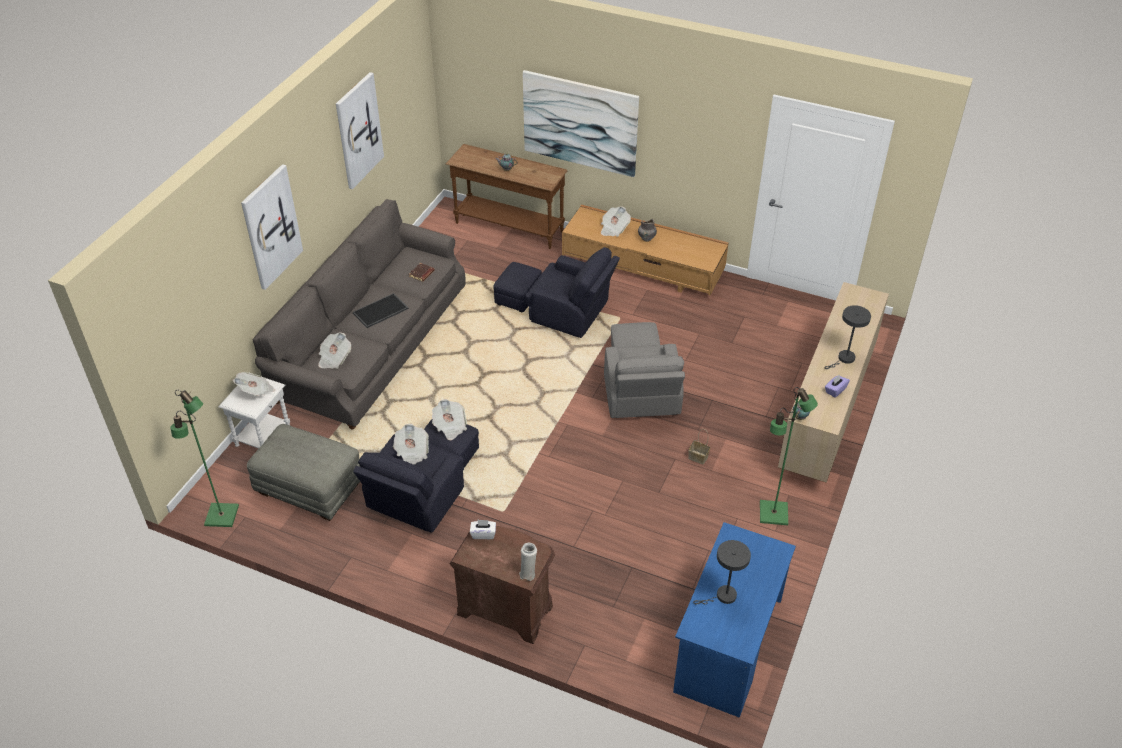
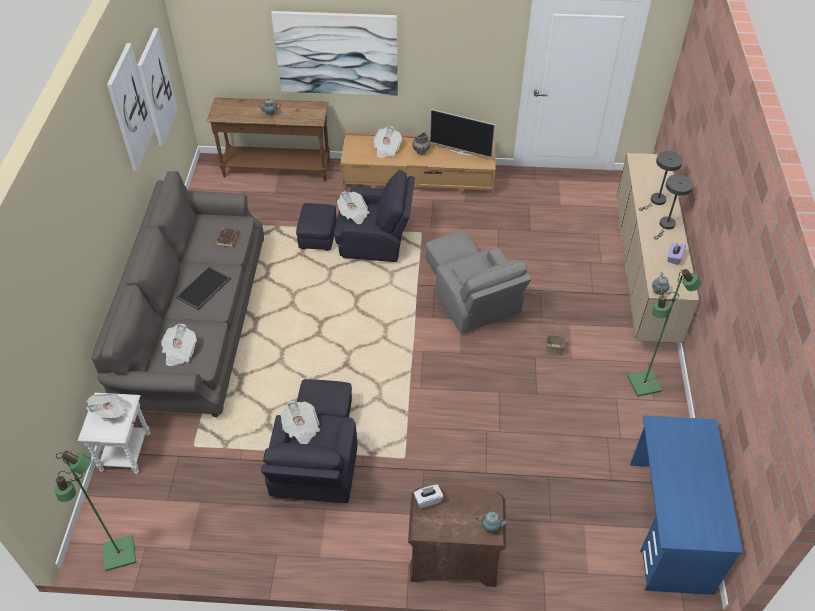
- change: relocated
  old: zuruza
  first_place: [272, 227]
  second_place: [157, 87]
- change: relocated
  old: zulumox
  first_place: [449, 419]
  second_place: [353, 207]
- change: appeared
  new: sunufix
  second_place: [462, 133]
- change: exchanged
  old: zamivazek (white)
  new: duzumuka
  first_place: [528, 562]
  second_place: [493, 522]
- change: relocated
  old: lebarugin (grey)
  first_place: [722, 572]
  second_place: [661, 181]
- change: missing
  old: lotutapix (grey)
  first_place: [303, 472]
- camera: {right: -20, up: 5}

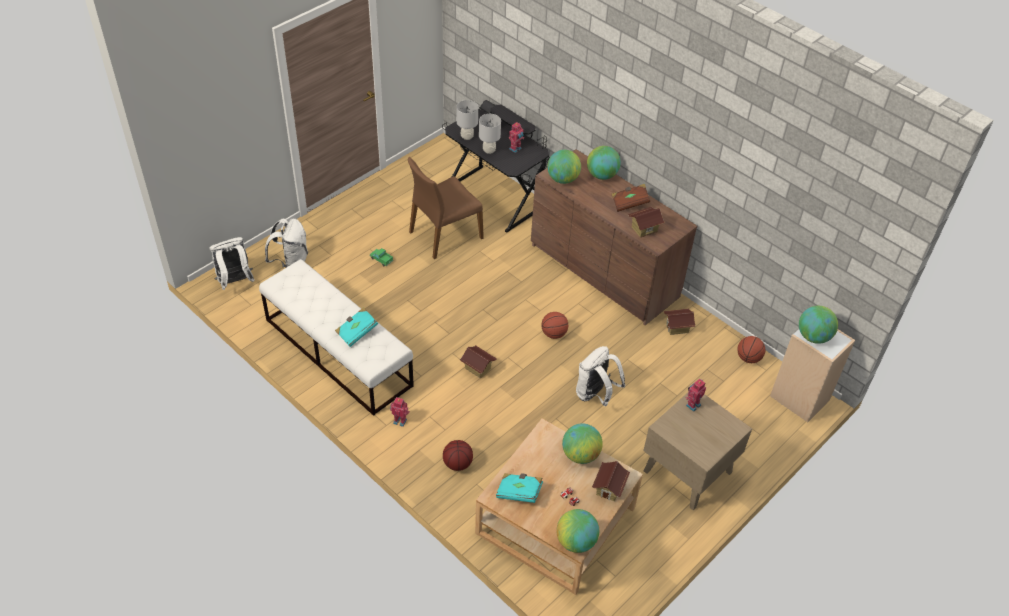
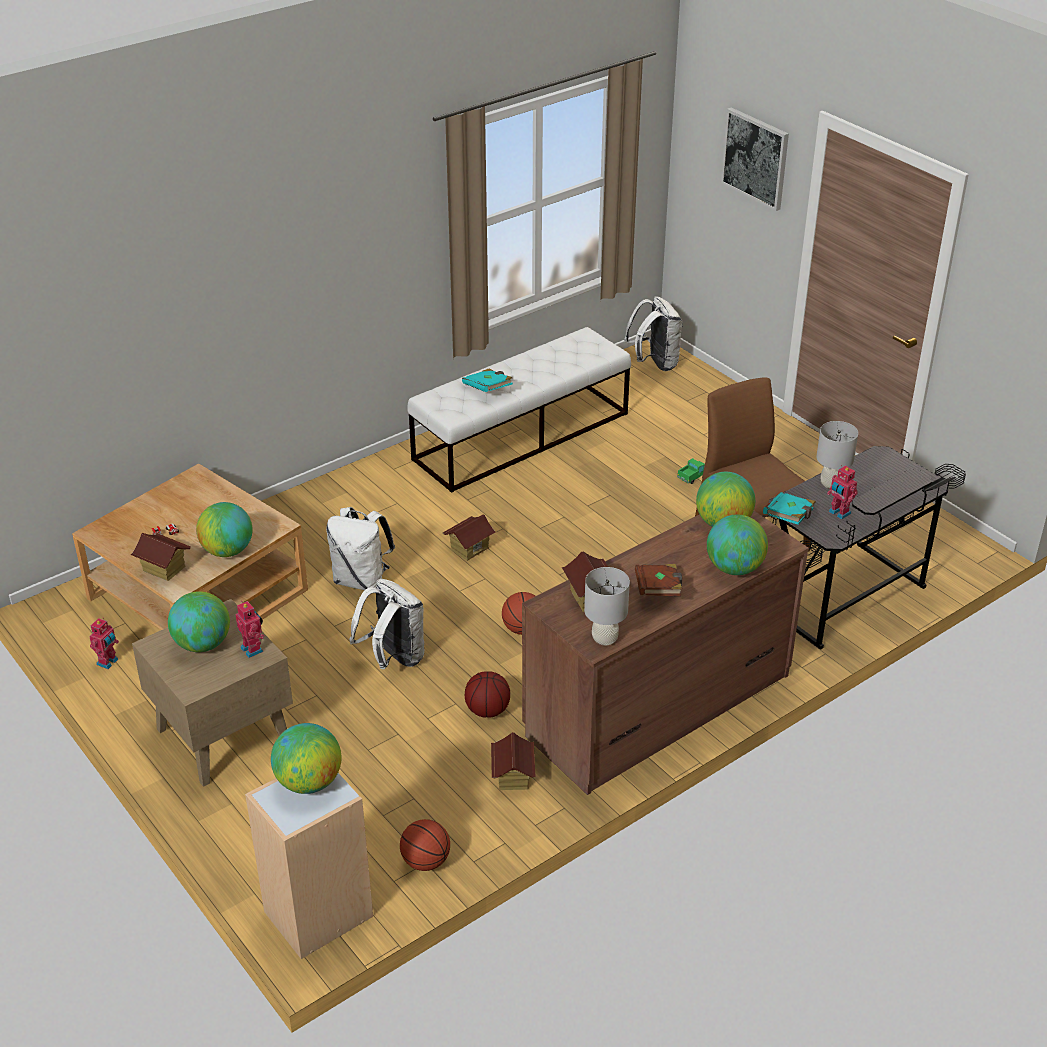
- change: relocated
  old: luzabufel
  first_place: [399, 412]
  second_place: [104, 643]
- change: relocated
  old: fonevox
  first_place: [577, 531]
  second_place: [199, 621]
- change: relocated
  old: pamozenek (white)
  first_place: [286, 243]
  second_place: [360, 548]
- change: relocated
  old: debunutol
  first_place: [458, 455]
  second_place: [487, 694]
- change: relocated
  old: lebarugin (grey)
  first_place: [467, 120]
  second_place: [607, 606]
- change: appeared
  new: zuruza
  second_place: [755, 159]
- change: relocated
  old: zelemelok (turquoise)
  first_place: [519, 488]
  second_place: [789, 508]
- camera: {right: 100, up: -10}

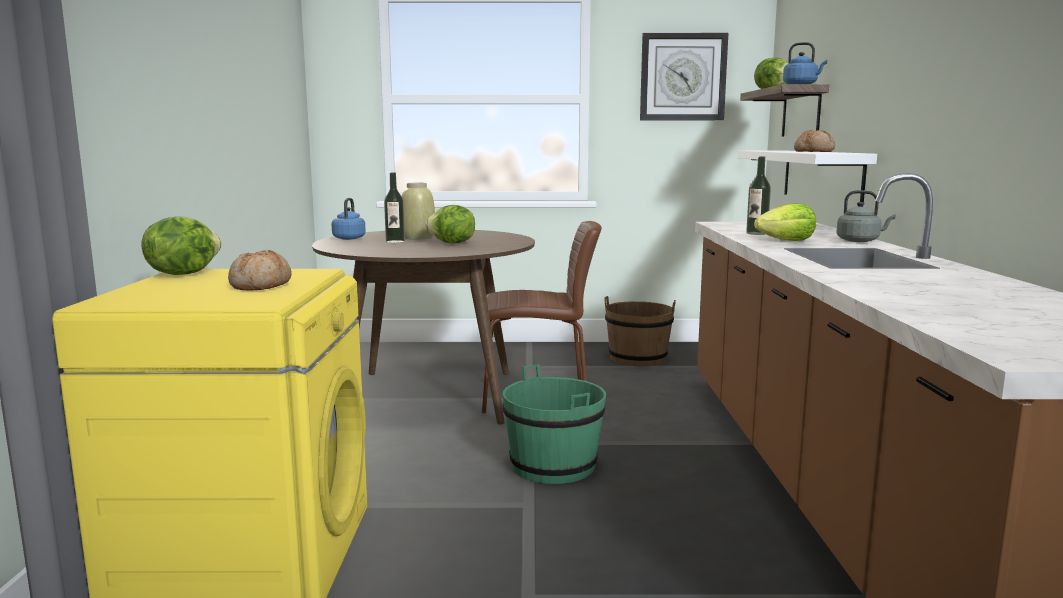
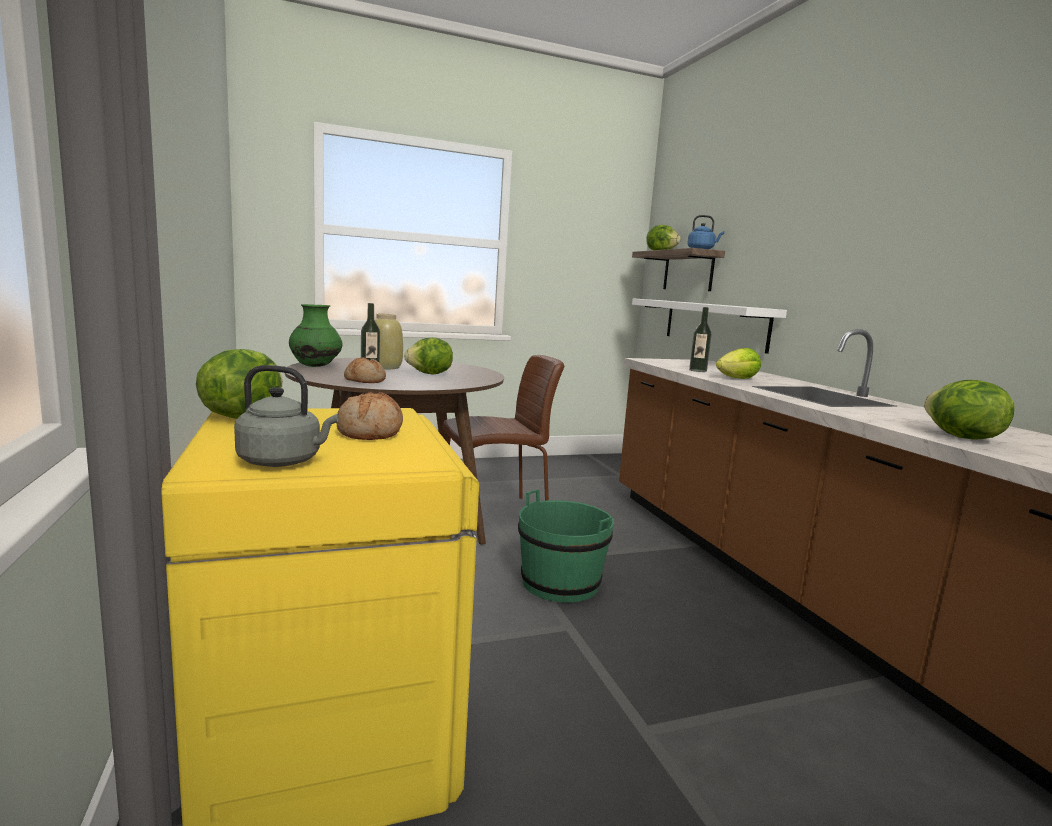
- change: relocated
  old: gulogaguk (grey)
  first_place: [866, 216]
  second_place: [286, 416]
- change: exchanged
  old: gulogaguk (blue)
  new: zamivazek (green)
  first_place: [349, 219]
  second_place: [315, 335]
- change: relocated
  old: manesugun
  first_place: [814, 141]
  second_place: [365, 370]
- change: appeared
  new: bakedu
  second_place: [969, 410]
- change: missing
  old: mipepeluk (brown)
  first_place: [640, 331]
- change: missing
  old: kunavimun
  first_place: [684, 77]
- camera: {right: -20, up: 0}

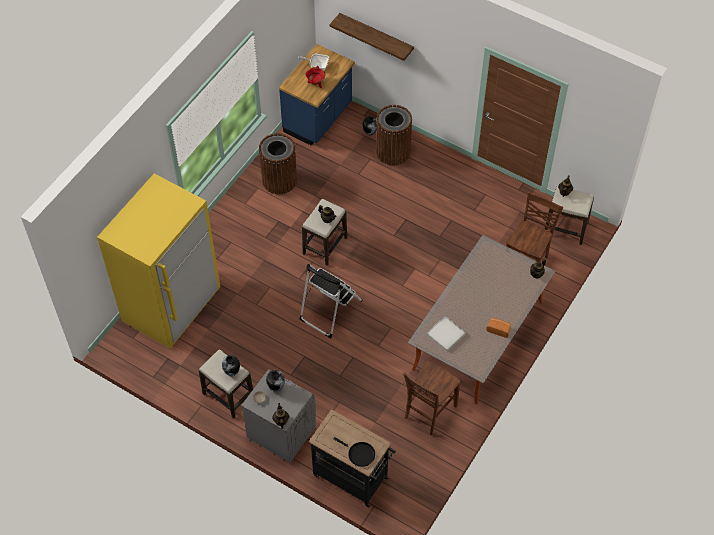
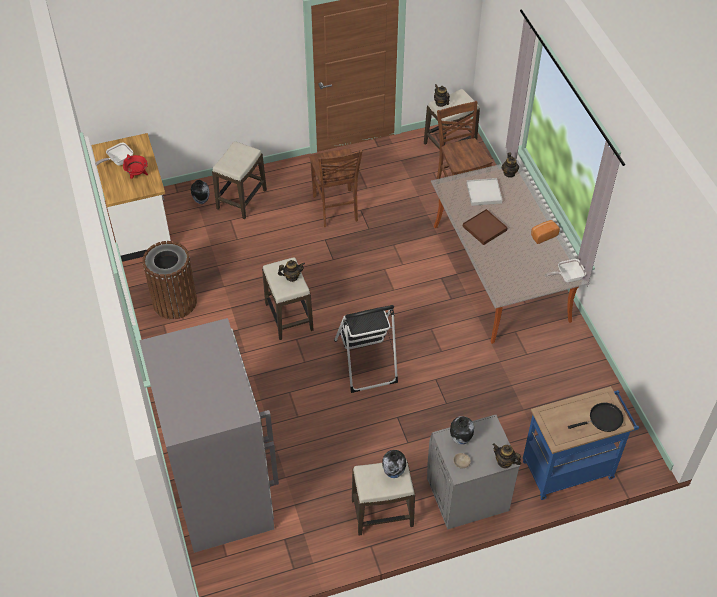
- change: colour
  old: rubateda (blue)
  new: rubateda (white)
  first_place: [317, 95]
  second_place: [131, 197]
- change: colour
  old: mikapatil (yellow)
  new: mikapatil (grey)
  first_place: [158, 261]
  second_place: [209, 435]
- change: exchanged
  old: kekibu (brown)
  new: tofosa
  first_place: [394, 135]
  second_place: [239, 180]
- change: relocated
  old: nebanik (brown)
  first_place: [432, 398]
  second_place: [335, 188]
- change: appeared
  new: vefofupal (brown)
  second_place: [485, 227]
- change: relocated
  old: vefofupal (white)
  first_place: [446, 333]
  second_place: [484, 192]
- change: colour
  old: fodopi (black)
  new: fodopi (blue)
  first_place: [352, 458]
  second_place: [581, 443]
- change: appeared
  new: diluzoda
  second_place: [565, 271]
- change: missing
  old: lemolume
  first_place: [372, 37]
- camera: {right: -50, up: -5}

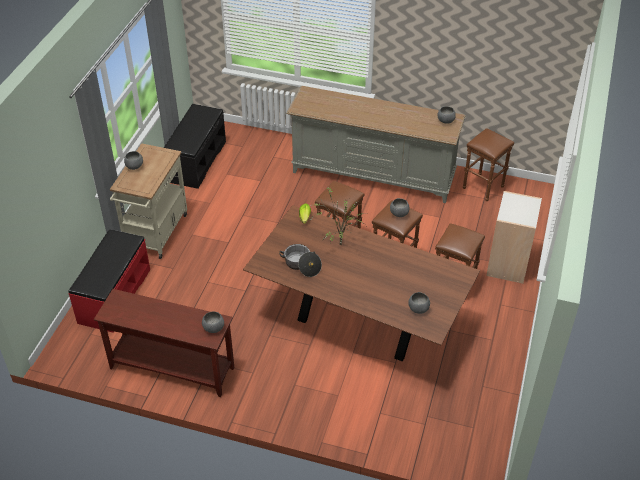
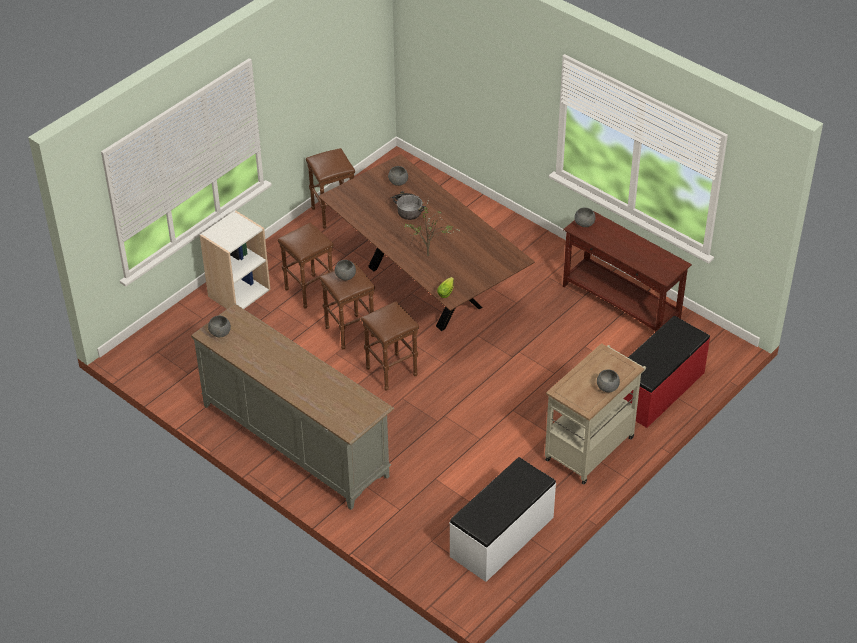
- change: relocated
  old: tofosa (brown)
  first_place: [488, 164]
  second_place: [330, 188]
- change: relocated
  old: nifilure
  first_place: [300, 260]
  second_place: [408, 205]
- change: colour
  old: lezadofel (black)
  new: lezadofel (white)
  first_place: [194, 146]
  second_place: [502, 519]
- camera: {right: -155, up: 0}

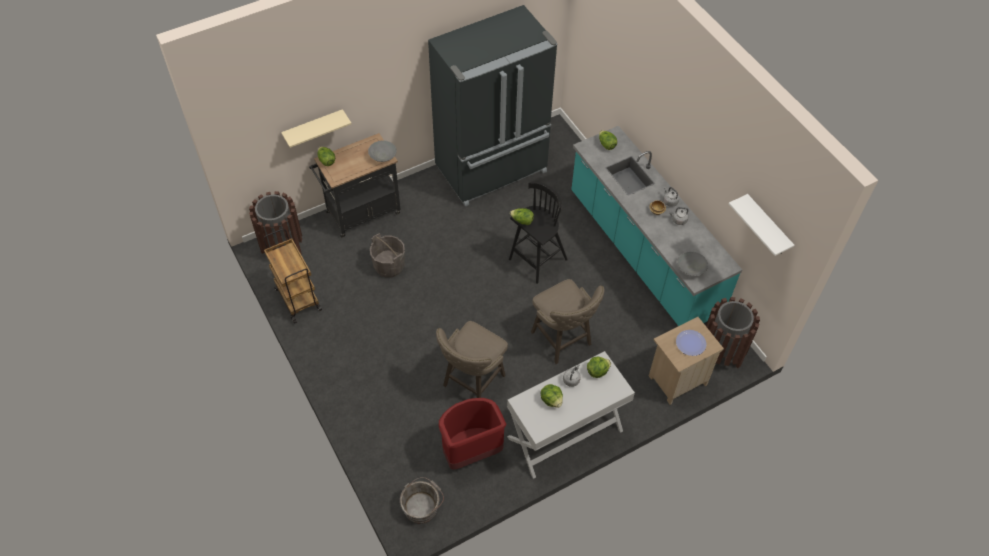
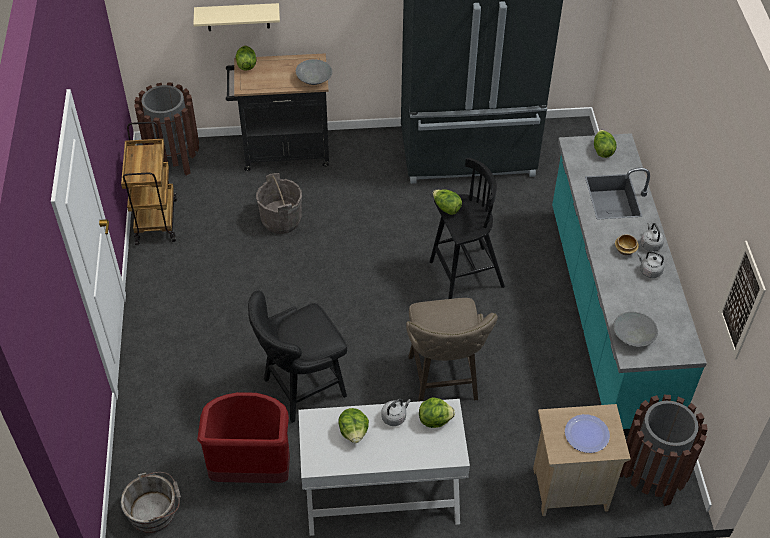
- change: colour
  old: tofosa (beige)
  new: tofosa (black)
  first_place: [472, 359]
  second_place: [297, 356]
- change: exchanged
  old: lemolume (white)
  new: zuruza
  first_place: [761, 225]
  second_place: [742, 300]
- camera: {right: 25, up: -5}

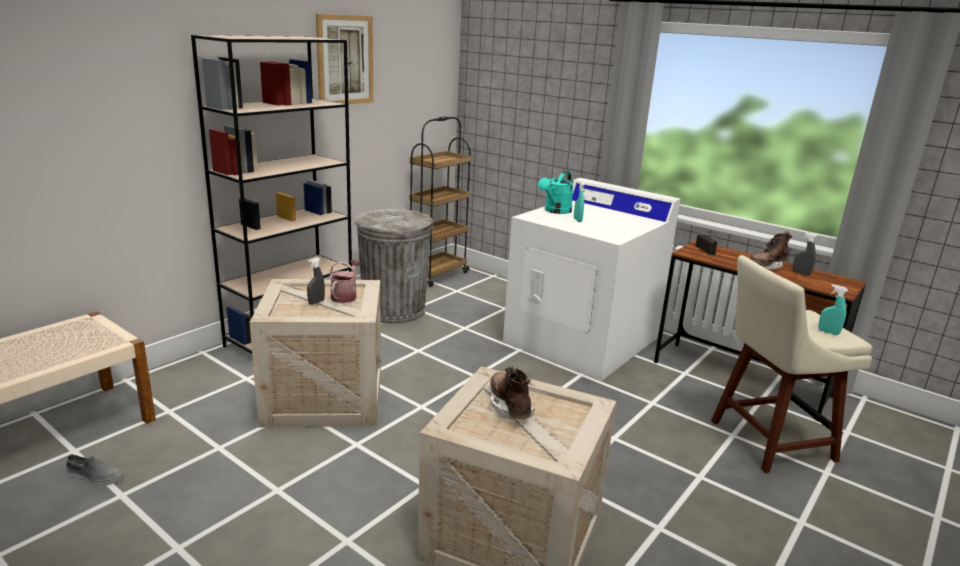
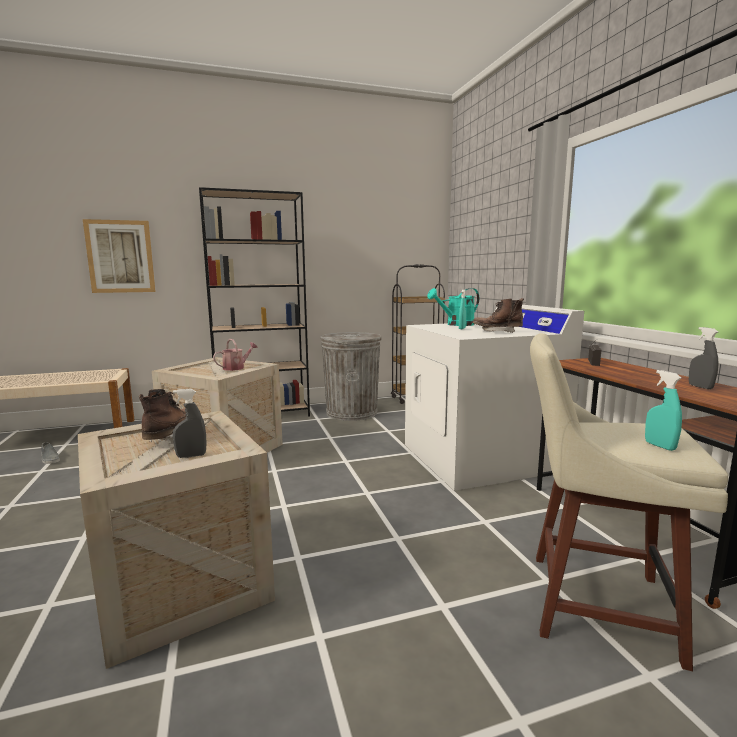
- change: relocated
  old: zuruza
  first_place: [344, 59]
  second_place: [119, 256]
- change: relocated
  old: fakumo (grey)
  first_place: [316, 281]
  second_place: [190, 423]
- change: relocated
  old: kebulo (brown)
  first_place: [771, 250]
  second_place: [498, 315]
- camera: {right: 35, up: -10}

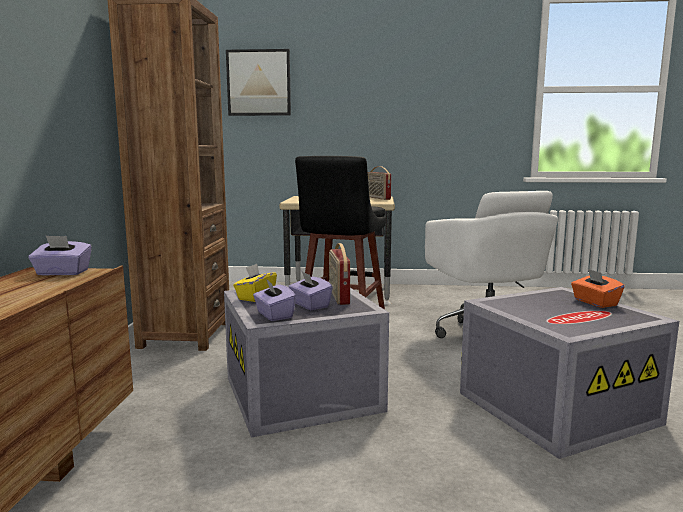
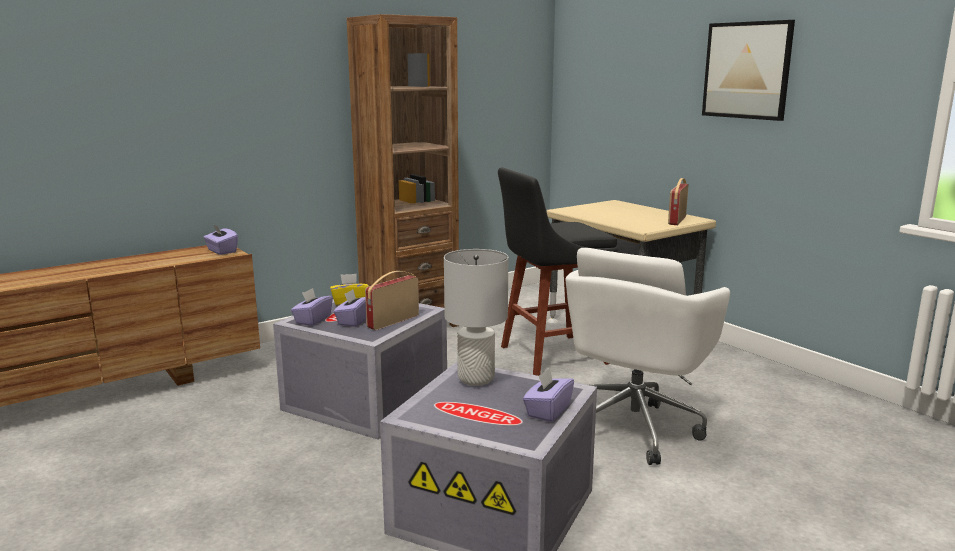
- change: appeared
  new: lebarugin (grey)
  second_place: [476, 317]
- change: colour
  old: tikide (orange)
  new: tikide (purple)
  first_place: [598, 288]
  second_place: [548, 395]
- change: relocated
  old: zuruza
  first_place: [258, 82]
  second_place: [748, 70]
- camera: {right: 50, up: 5}

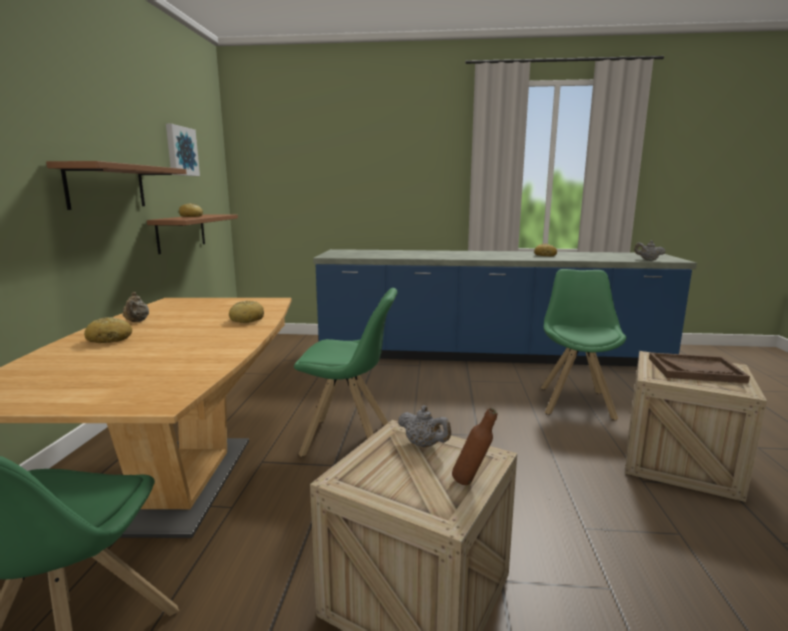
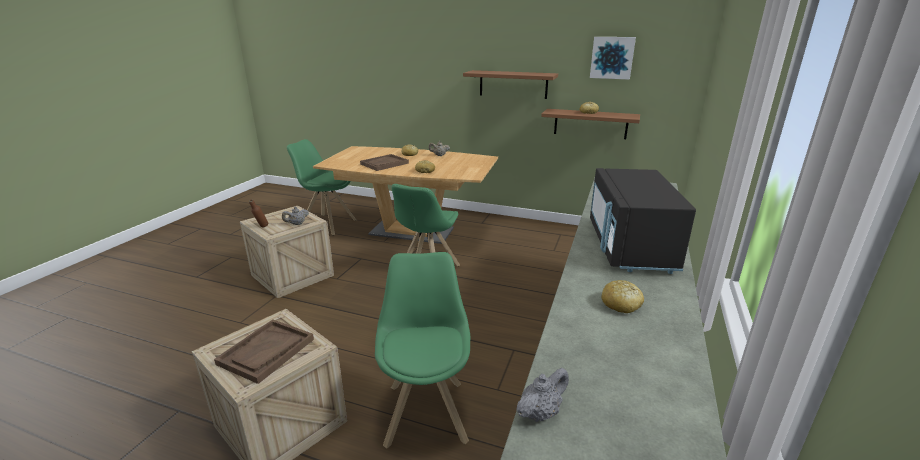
- change: appeared
  new: vefofupal (brown)
  second_place: [384, 162]
- change: spun
  old: nebanik (green)
  first_place: [584, 344]
  second_place: [422, 350]
  degrees: -120
- change: appeared
  new: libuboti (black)
  second_place: [643, 221]
- camera: {right: 105, up: 10}

